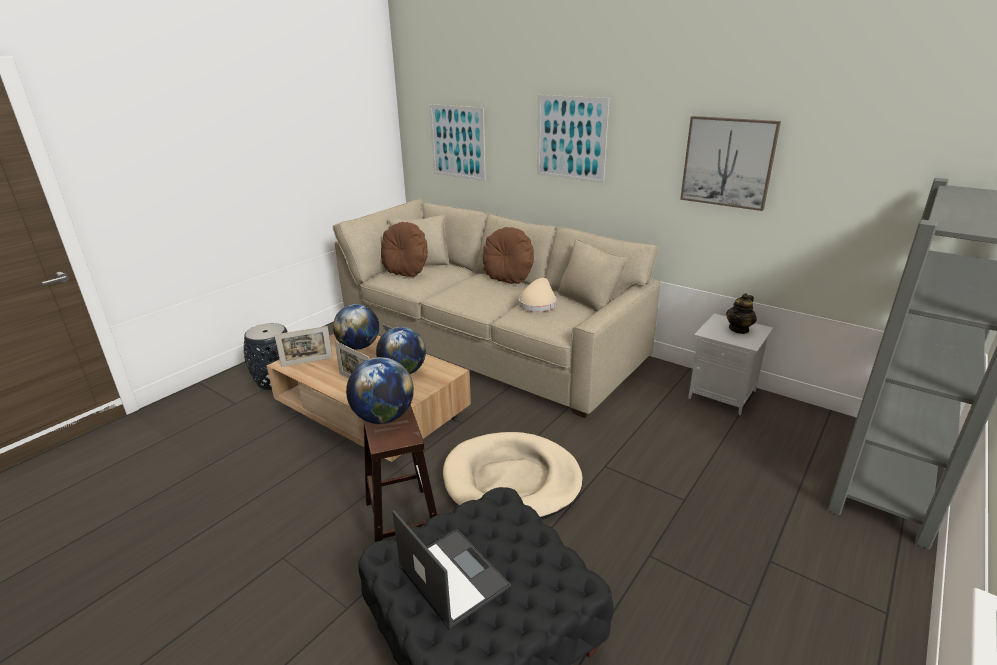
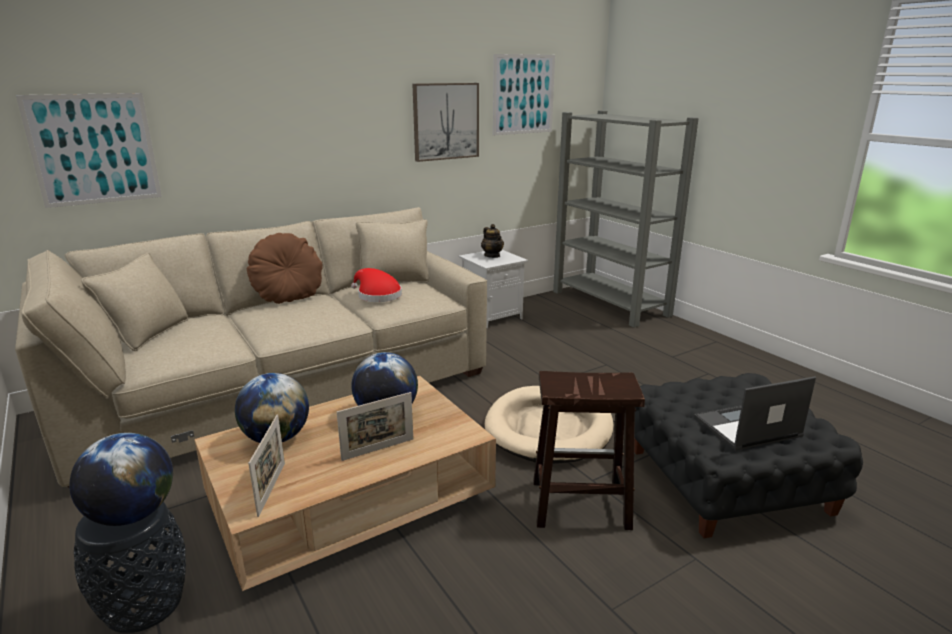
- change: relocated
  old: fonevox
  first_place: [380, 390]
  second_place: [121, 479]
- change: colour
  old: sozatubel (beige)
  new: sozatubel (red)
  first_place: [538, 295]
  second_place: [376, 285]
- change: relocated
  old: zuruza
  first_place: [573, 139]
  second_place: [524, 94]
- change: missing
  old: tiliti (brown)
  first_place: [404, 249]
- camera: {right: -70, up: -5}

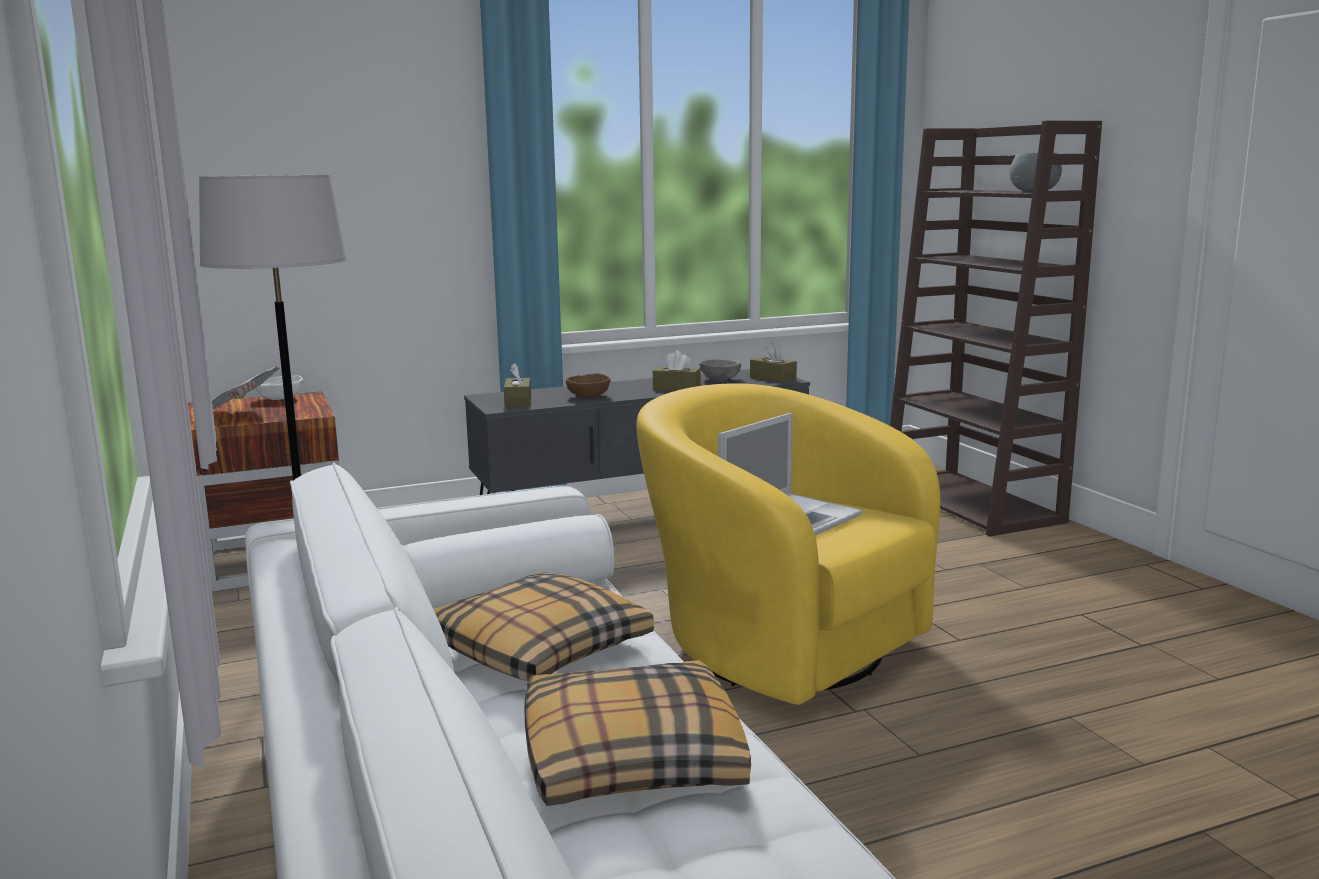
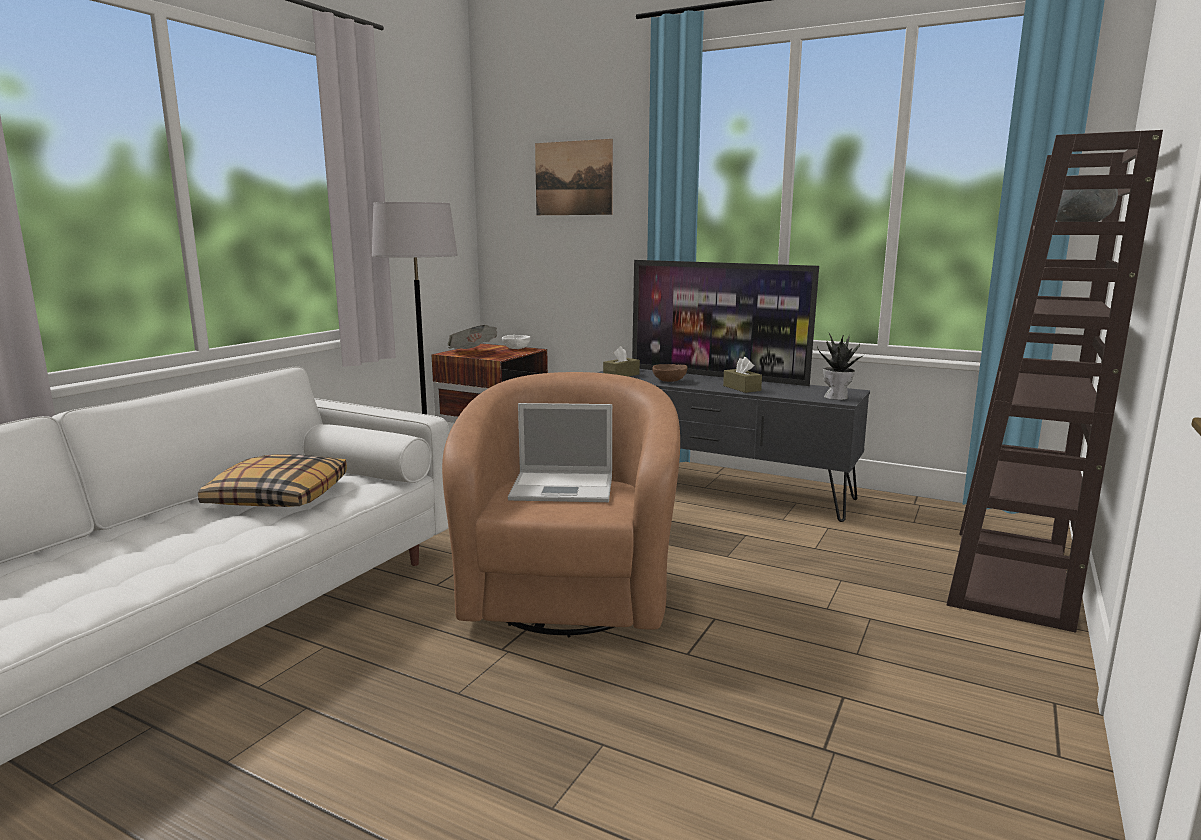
- change: colour
  old: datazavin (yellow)
  new: datazavin (brown)
  first_place: [788, 544]
  second_place: [561, 504]
- change: appeared
  new: zuruza
  second_place: [574, 177]
- change: appeared
  new: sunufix
  second_place: [725, 323]
- change: exchanged
  old: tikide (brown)
  new: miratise
  first_place: [773, 363]
  second_place: [841, 366]
- change: missing
  old: tiliti
  first_place: [637, 733]
- change: missing
  old: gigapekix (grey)
  first_place: [720, 369]
- camera: {right: 50, up: 0}

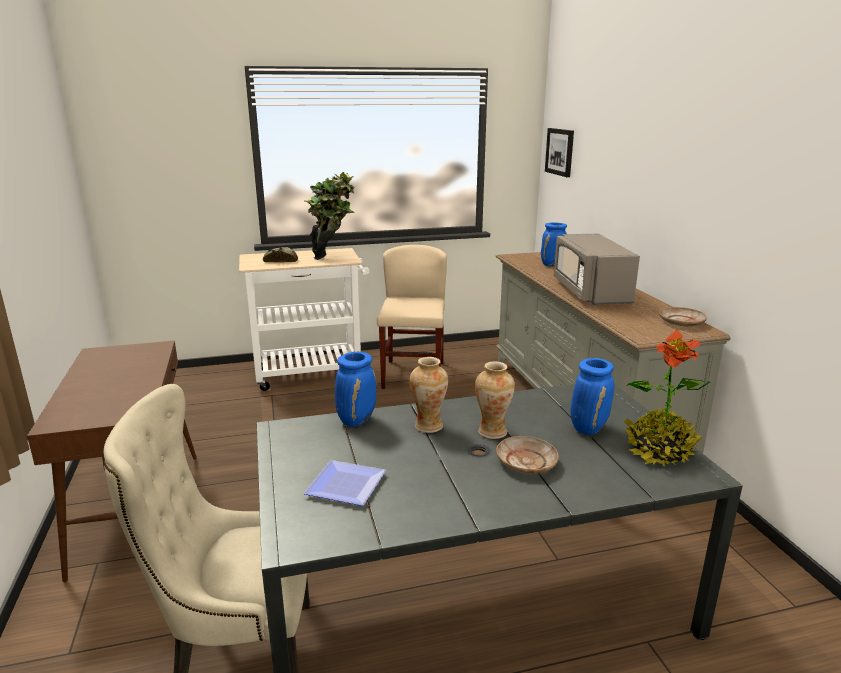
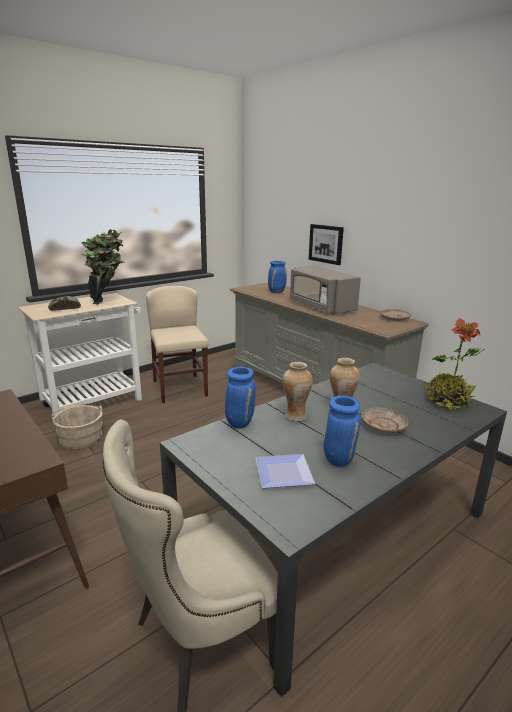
- change: appeared
  new: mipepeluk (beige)
  second_place: [77, 426]
- change: relocated
  old: zuruza
  first_place: [559, 152]
  second_place: [326, 244]
- change: relocated
  old: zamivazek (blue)
  first_place: [592, 396]
  second_place: [342, 431]
- camera: {right: -25, up: 0}

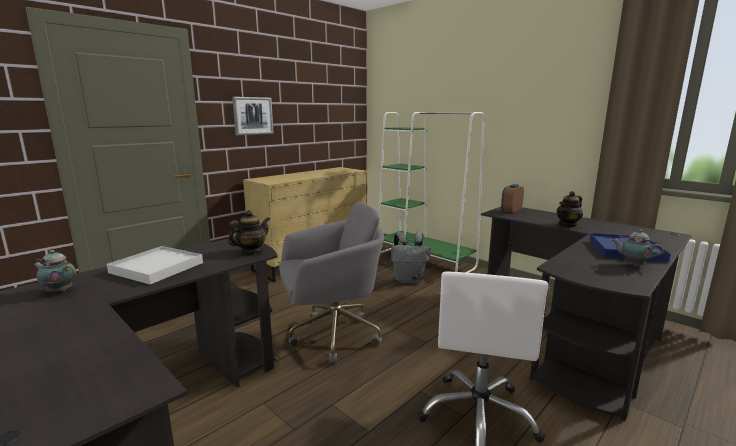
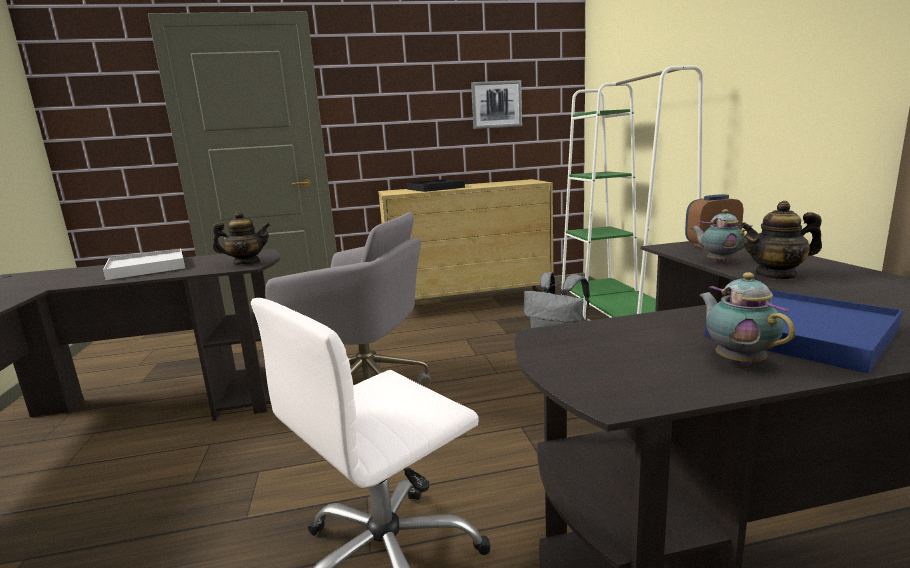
- change: appeared
  new: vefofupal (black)
  second_place: [436, 185]
- change: relocated
  old: zuruza
  first_place: [253, 116]
  second_place: [496, 104]
- change: relocated
  old: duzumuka
  first_place: [54, 271]
  second_place: [722, 236]
- camera: {right: 35, up: 0}

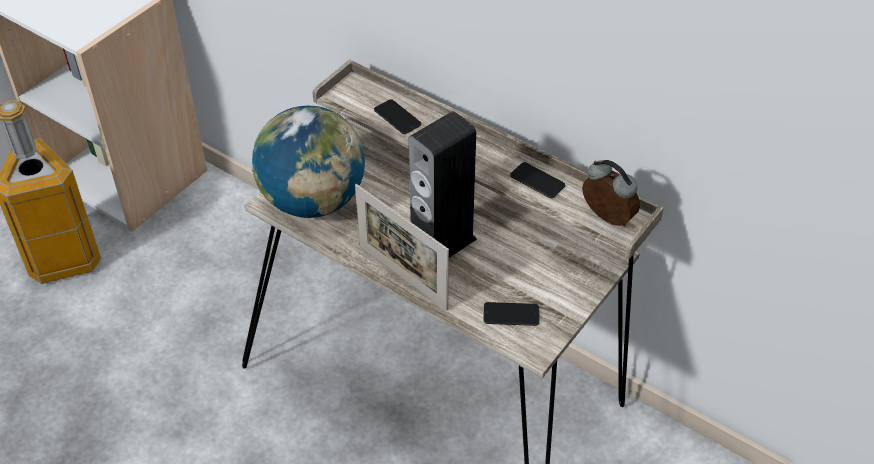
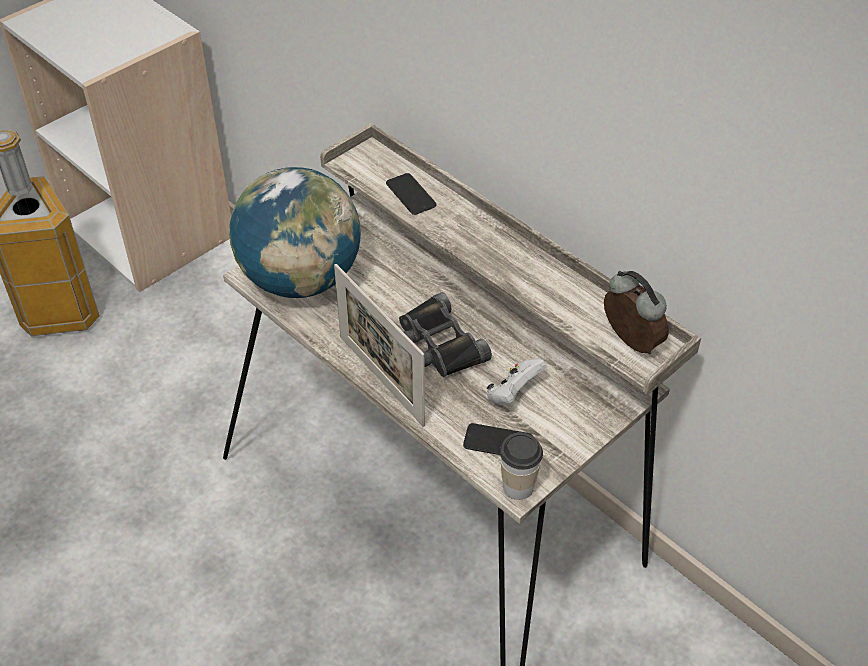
- change: exchanged
  old: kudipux
  new: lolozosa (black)
  first_place: [443, 184]
  second_place: [445, 334]
- change: appeared
  new: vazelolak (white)
  second_place: [517, 382]
- change: appeared
  new: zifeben
  second_place: [521, 466]
- change: missing
  old: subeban
  first_place: [537, 180]
- camera: {right: 10, up: 0}

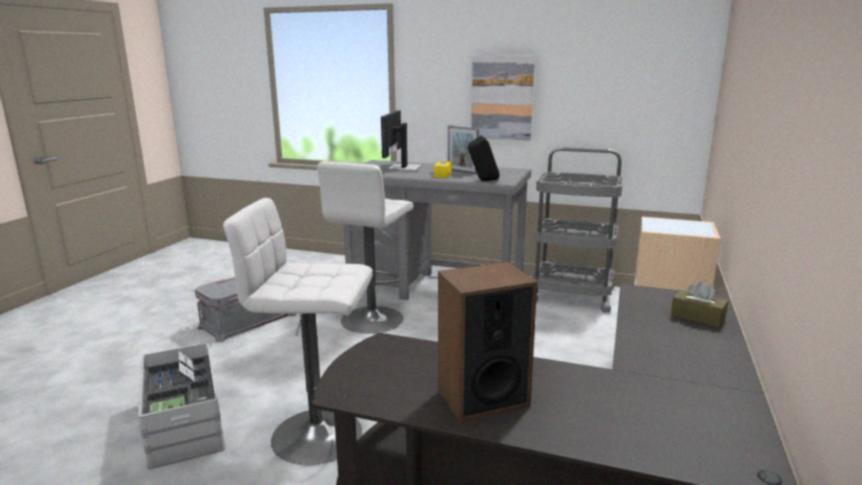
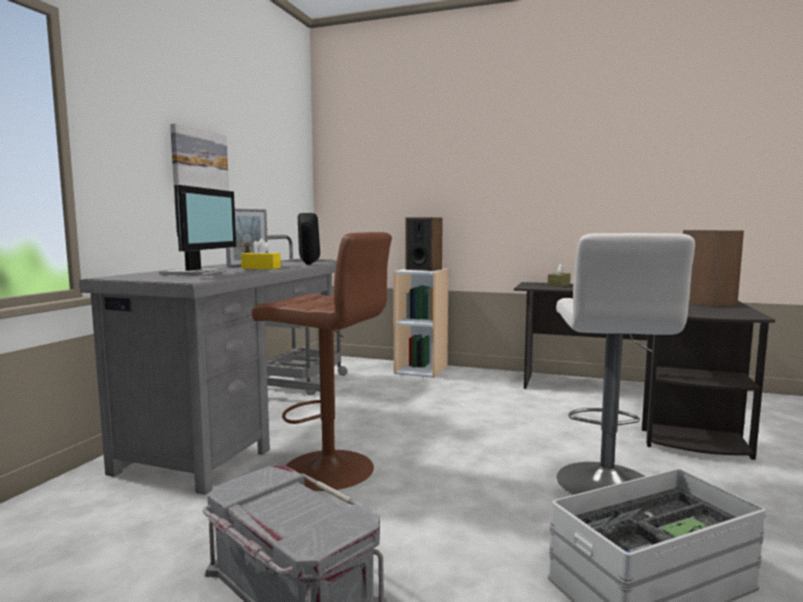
- change: spun
  old: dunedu
  first_place: [401, 141]
  second_place: [197, 230]
  degrees: -90
- change: colour
  old: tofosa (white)
  new: tofosa (brown)
  first_place: [365, 247]
  second_place: [322, 361]
- change: appeared
  new: kudipux
  second_place: [424, 244]
- camera: {right: -90, up: -10}

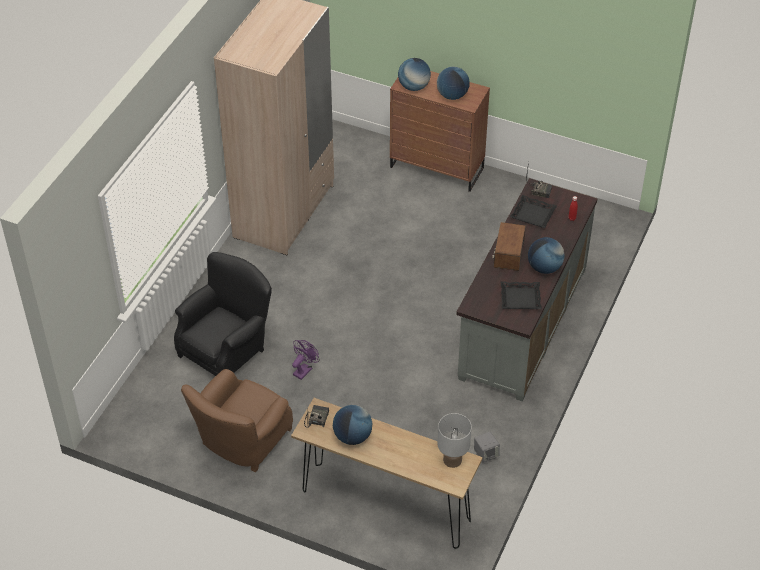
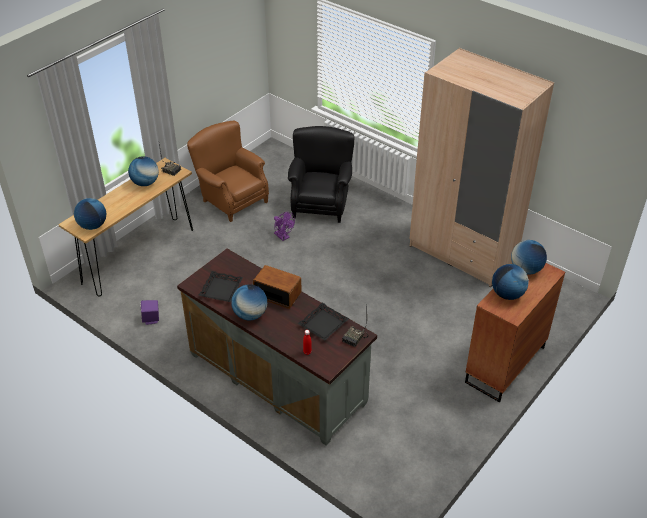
- change: exchanged
  old: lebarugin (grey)
  new: fonevox
  first_place: [454, 440]
  second_place: [90, 214]
- change: colour
  old: kudipux (grey)
  new: kudipux (purple)
  first_place: [487, 447]
  second_place: [150, 312]
- change: spun
  old: datazavin (black)
  first_place: [223, 314]
  second_place: [321, 174]
  degrees: -135
- camera: {right: 105, up: -5}

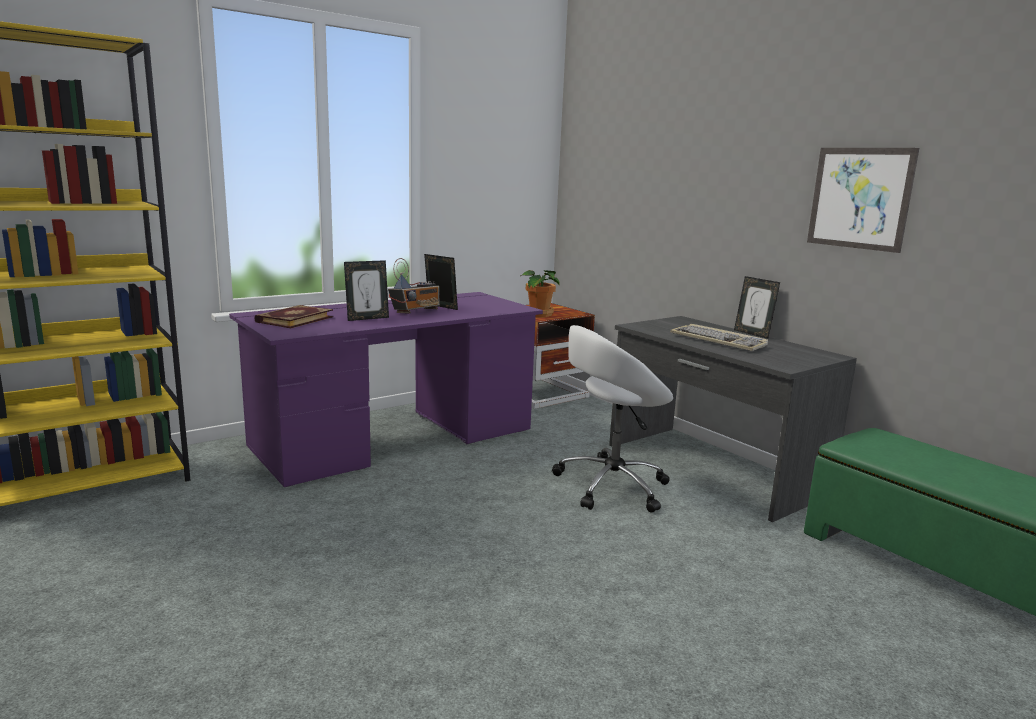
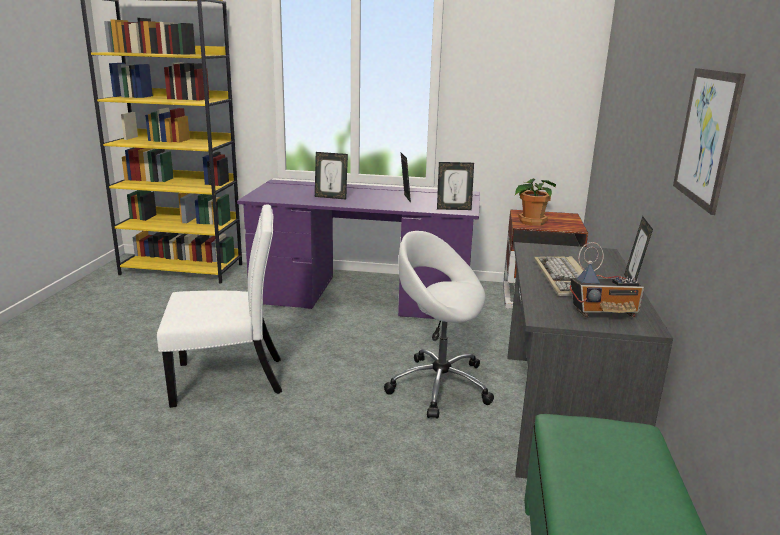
- change: appeared
  new: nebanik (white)
  second_place: [219, 306]
- change: appeared
  new: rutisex
  second_place: [455, 186]
- change: relocated
  old: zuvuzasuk
  first_place: [414, 286]
  second_place: [607, 280]
- change: missing
  old: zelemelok
  first_place: [293, 316]
- camera: {right: 45, up: 5}

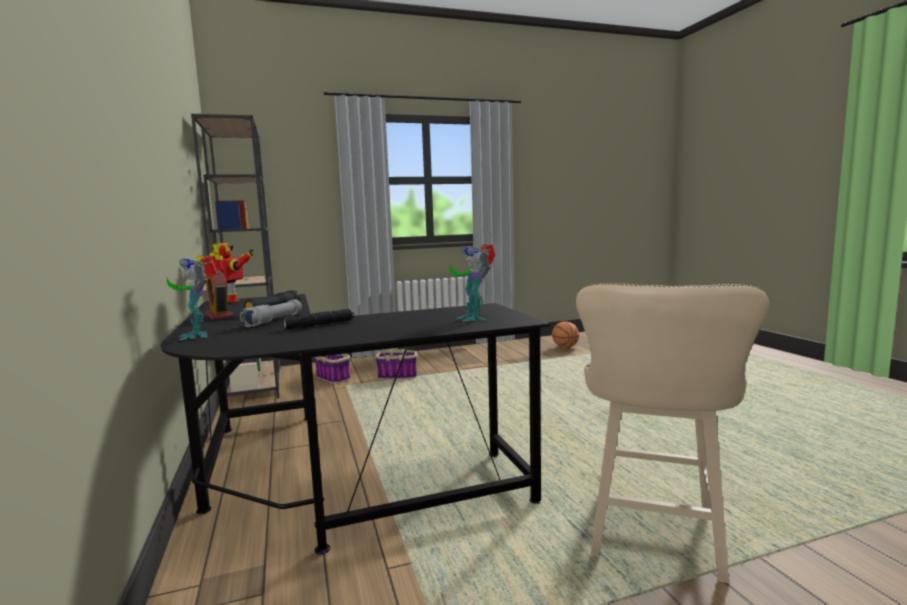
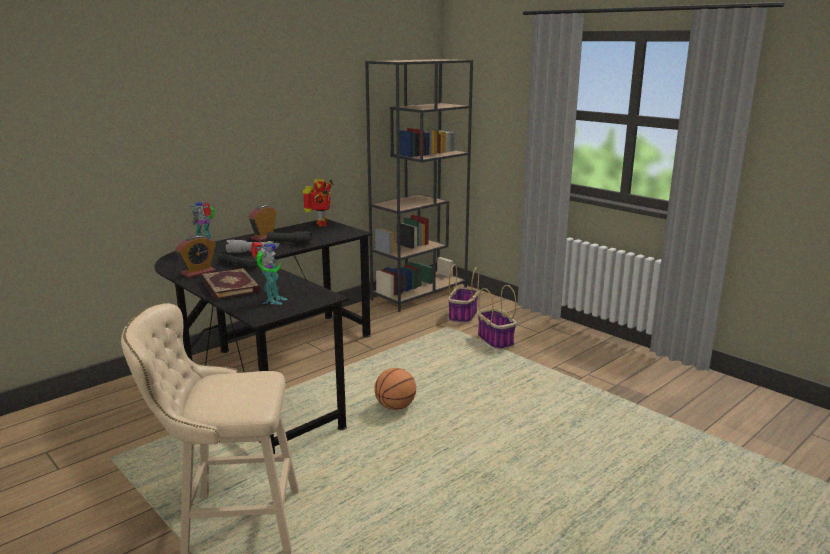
- change: appeared
  new: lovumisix
  second_place: [195, 256]
- change: appeared
  new: zelemelok
  second_place: [231, 284]
- change: spun
  old: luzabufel
  first_place: [472, 282]
  second_place: [269, 273]
  degrees: 150
- change: relocated
  old: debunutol
  first_place: [565, 334]
  second_place: [395, 389]
- camera: {right: 65, up: 10}

